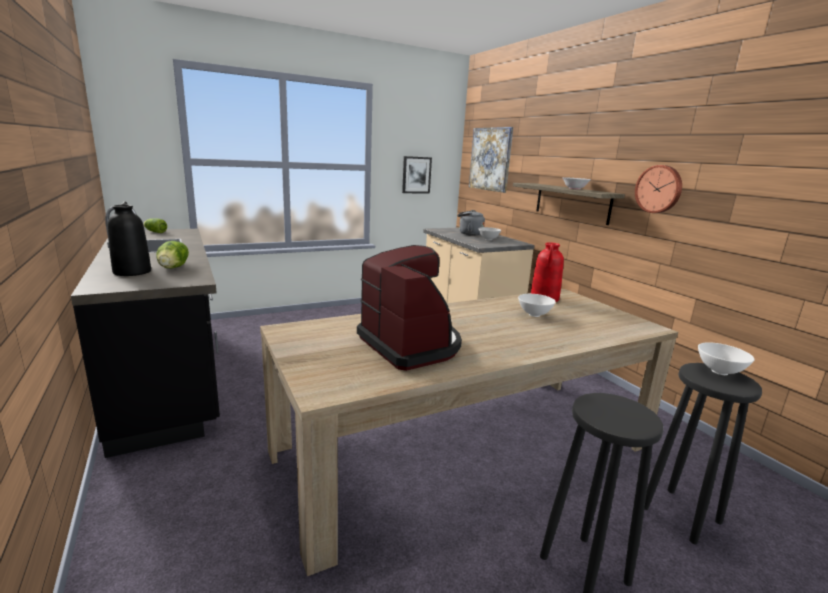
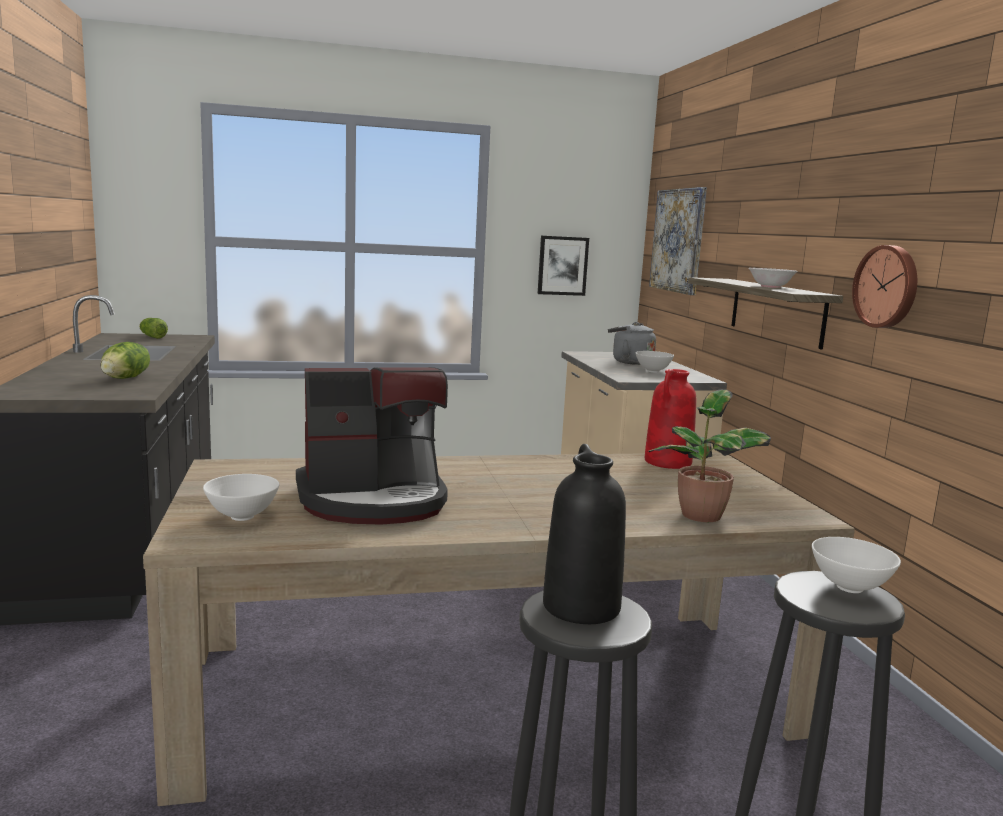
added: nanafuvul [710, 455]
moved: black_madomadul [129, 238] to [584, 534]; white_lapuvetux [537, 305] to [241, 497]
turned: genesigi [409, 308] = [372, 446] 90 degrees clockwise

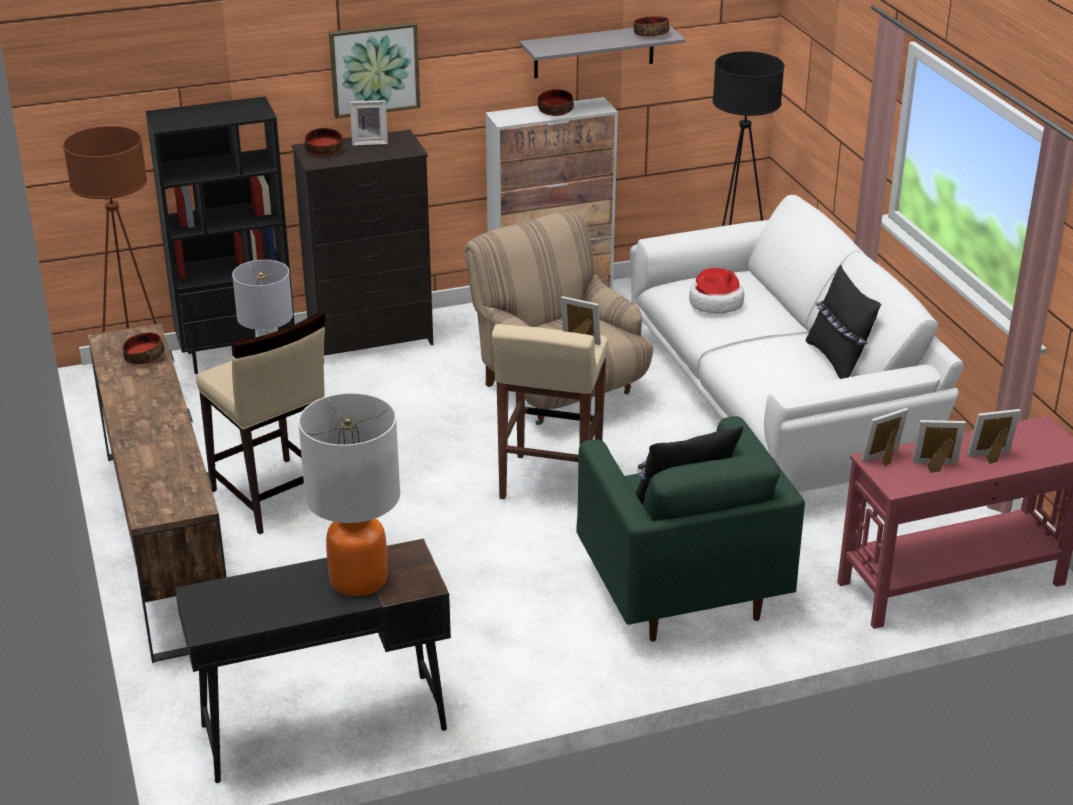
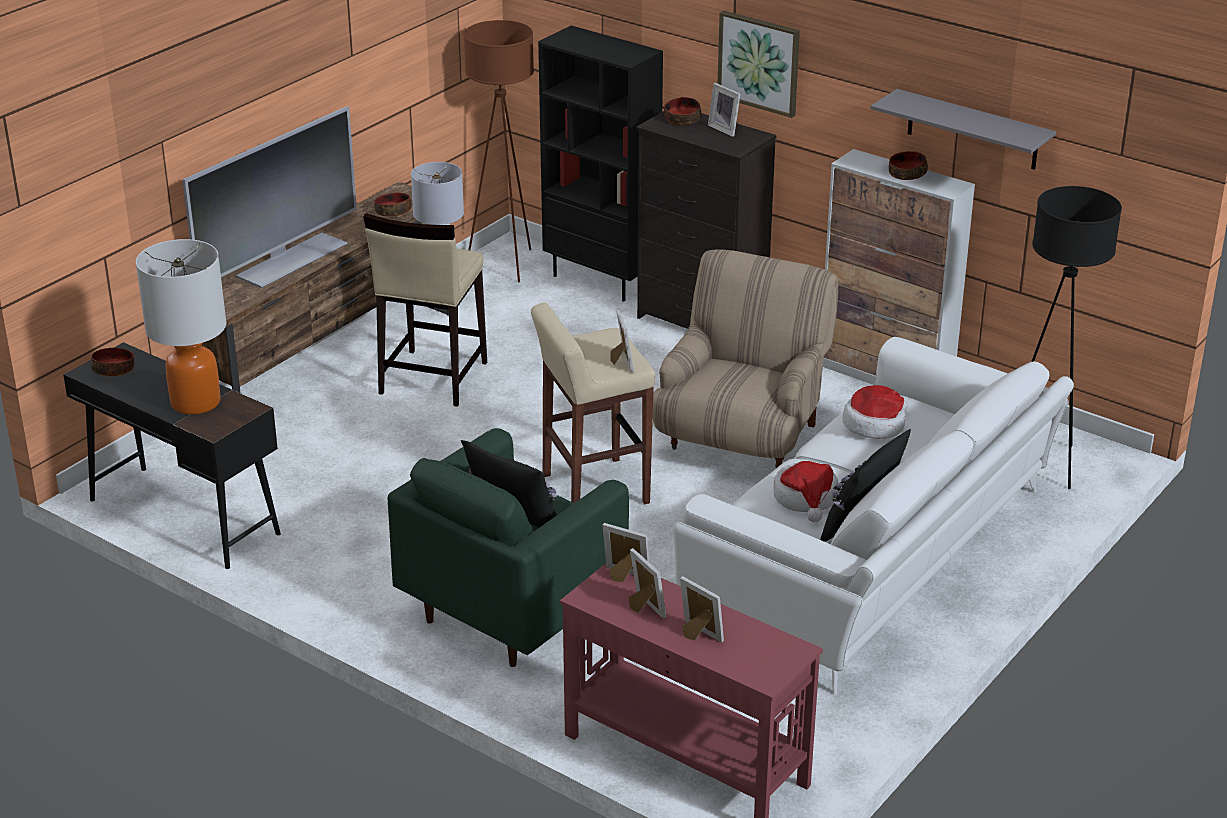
added: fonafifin [269, 197]; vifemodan [806, 491]
moved: lapuvetux [652, 26] to [113, 362]

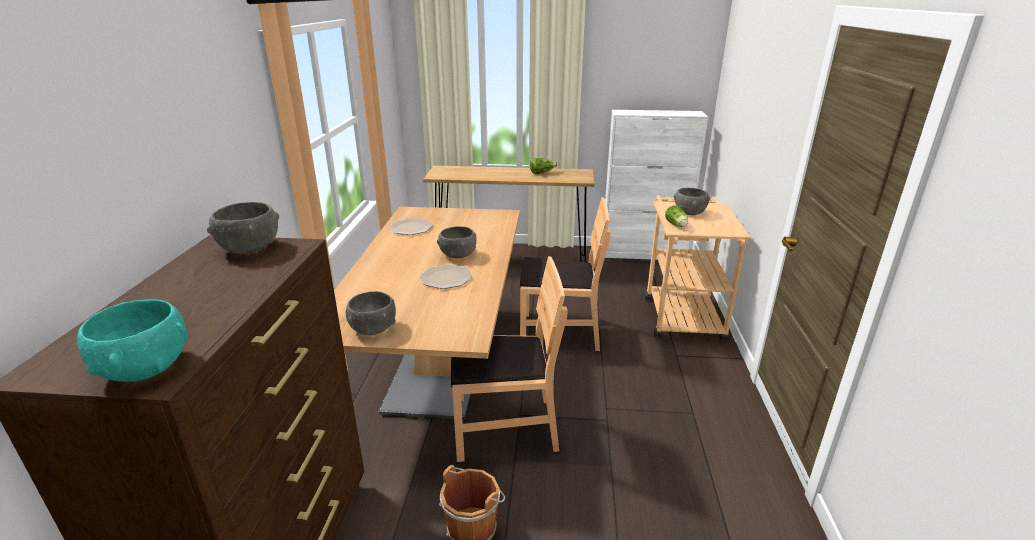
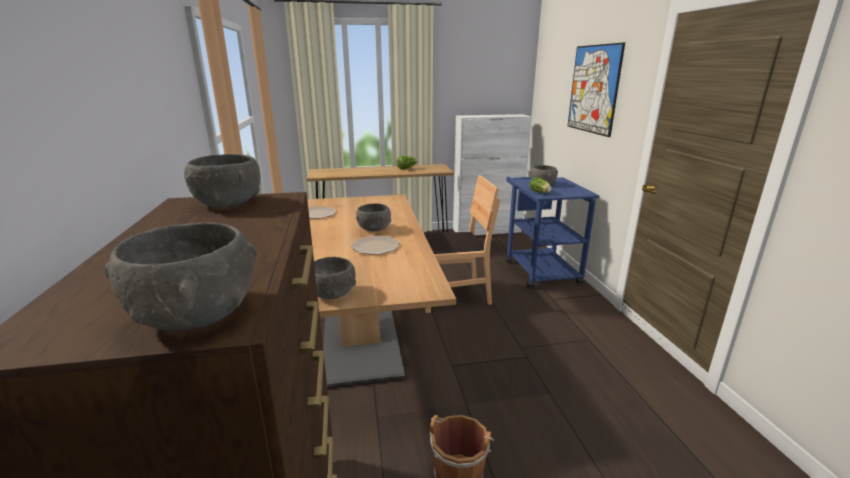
removed: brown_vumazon [509, 359]
added: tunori [596, 89]
recoloured: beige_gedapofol [698, 267] to blue_gedapofol [552, 232]; turquoise_lapuvetux [132, 340] to grey_lapuvetux [181, 277]

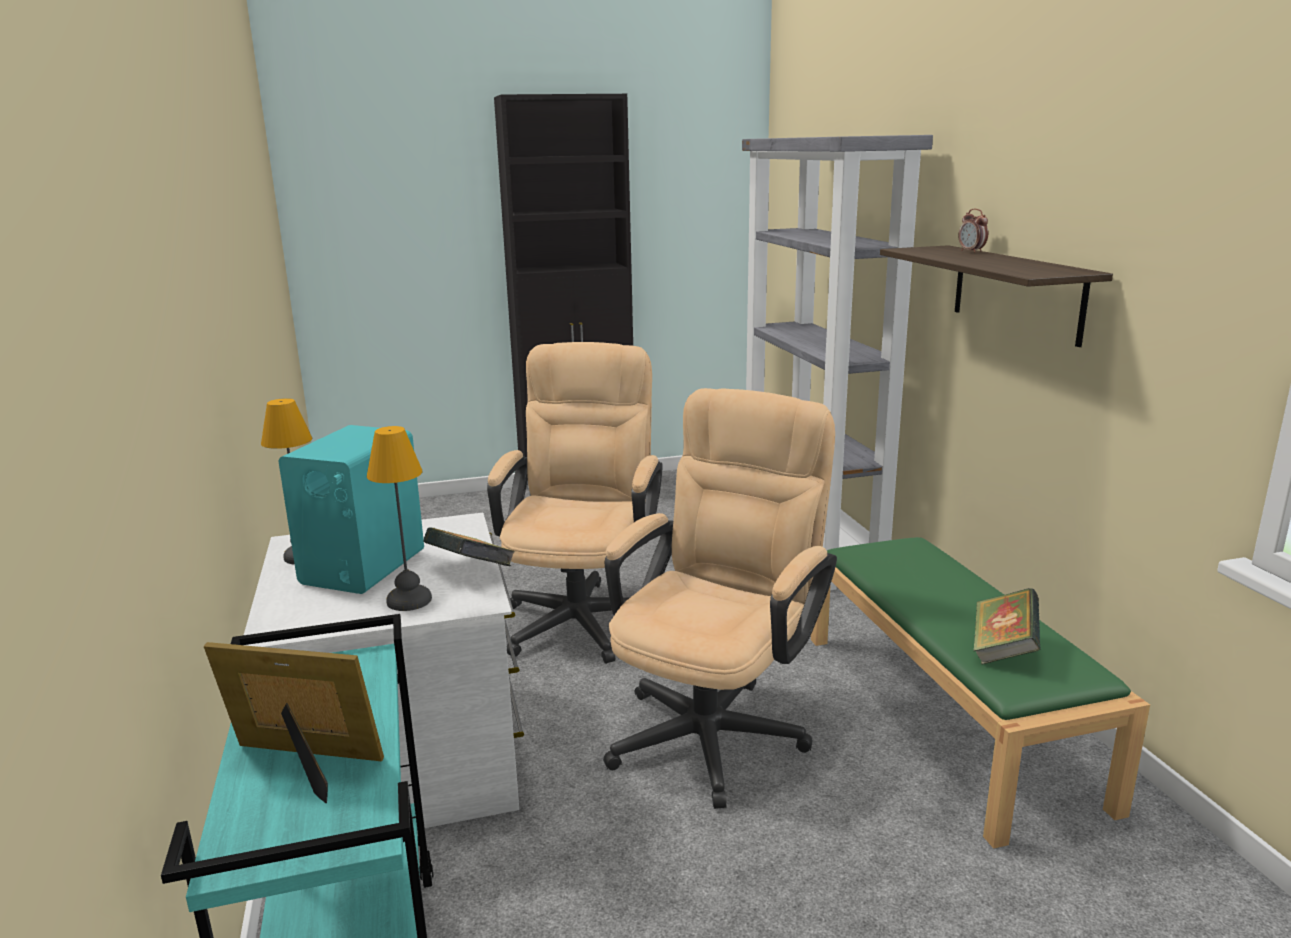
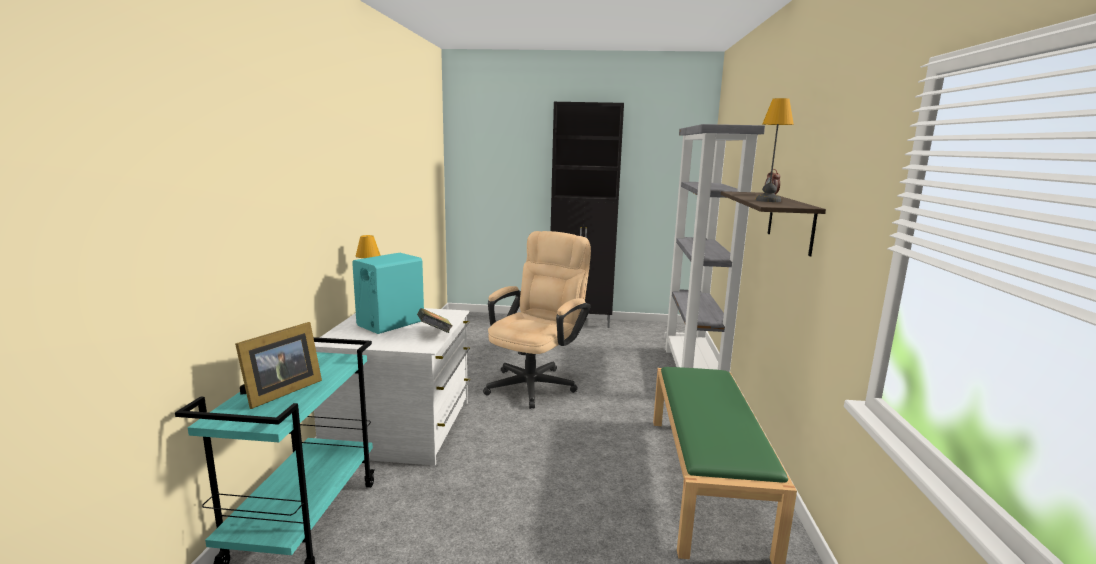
removed: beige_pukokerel [720, 598]; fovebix [1007, 626]
moved: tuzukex [399, 518] to [774, 150]
turned: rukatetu [294, 722] = [278, 365] 90 degrees clockwise

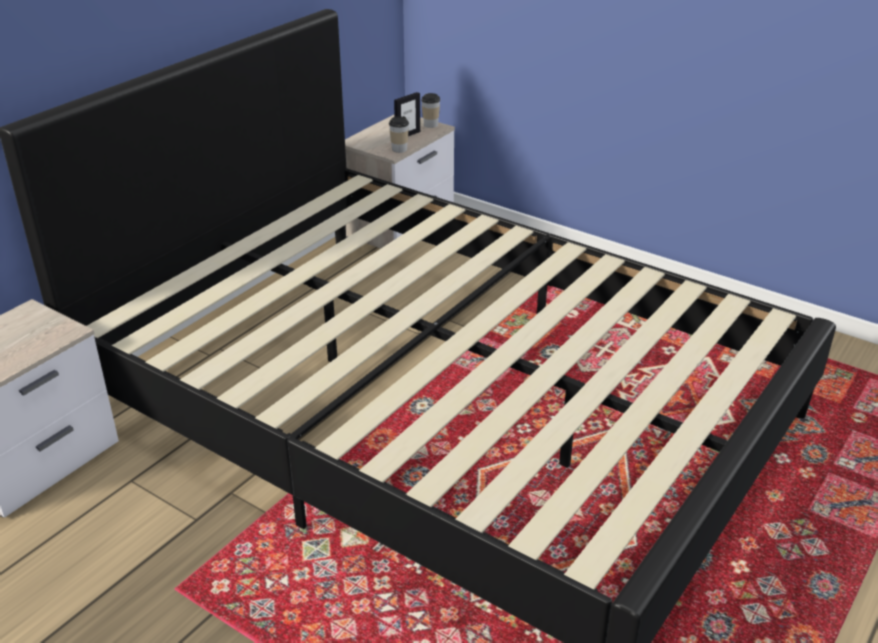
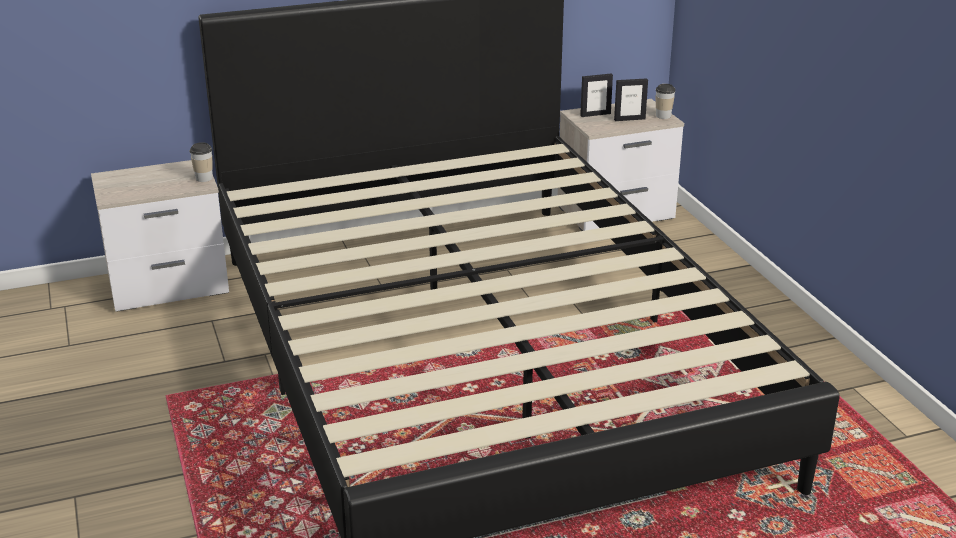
added: rukatetu [596, 95]
moved: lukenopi [399, 134] to [201, 162]

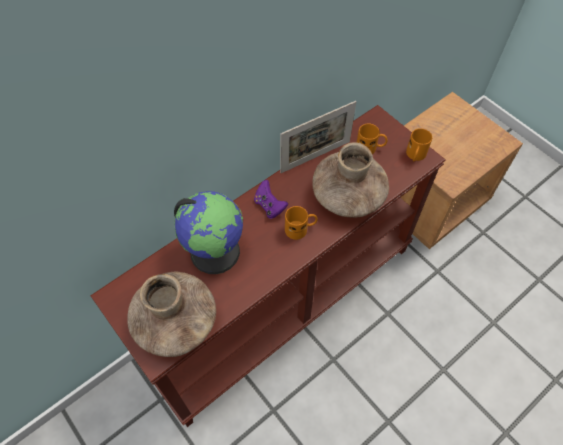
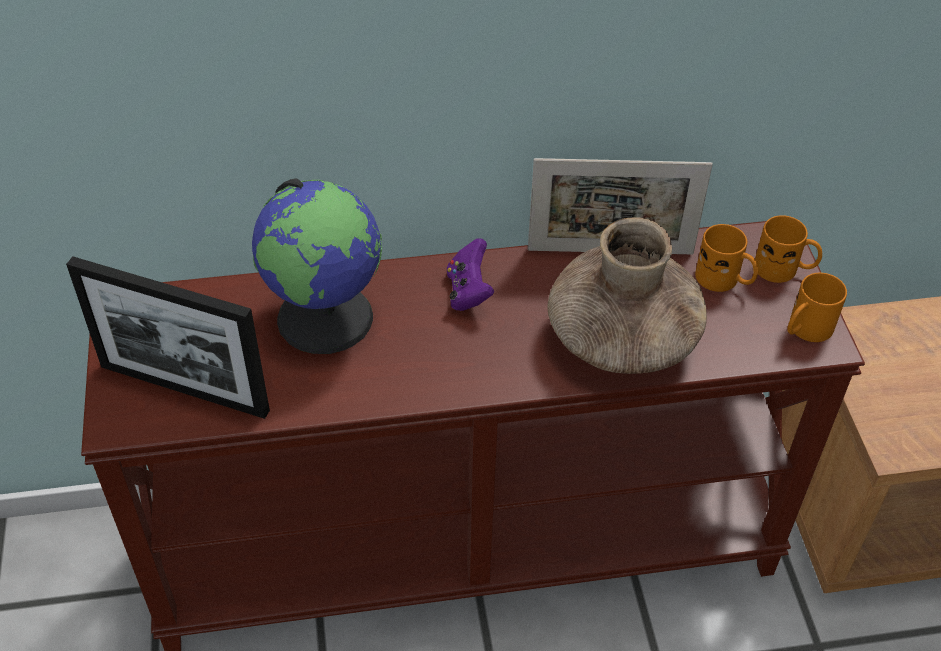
moved: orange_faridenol [301, 223] to [788, 249]
replaced: brown_madomadul [171, 314] to rukatetu [168, 337]

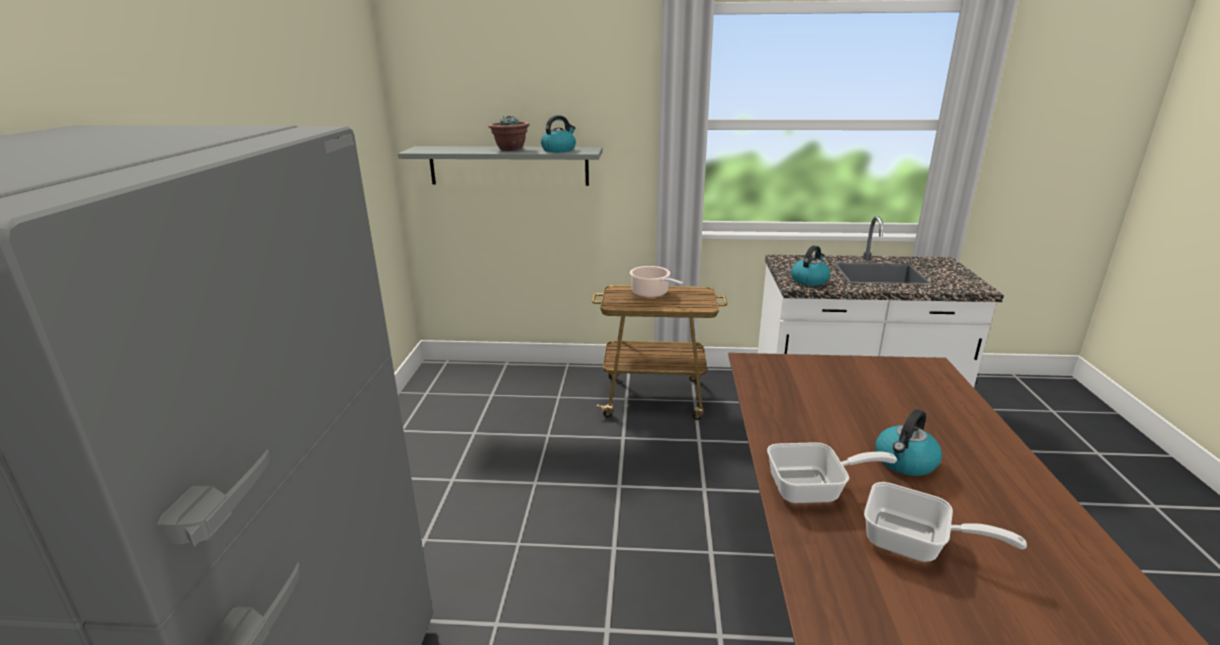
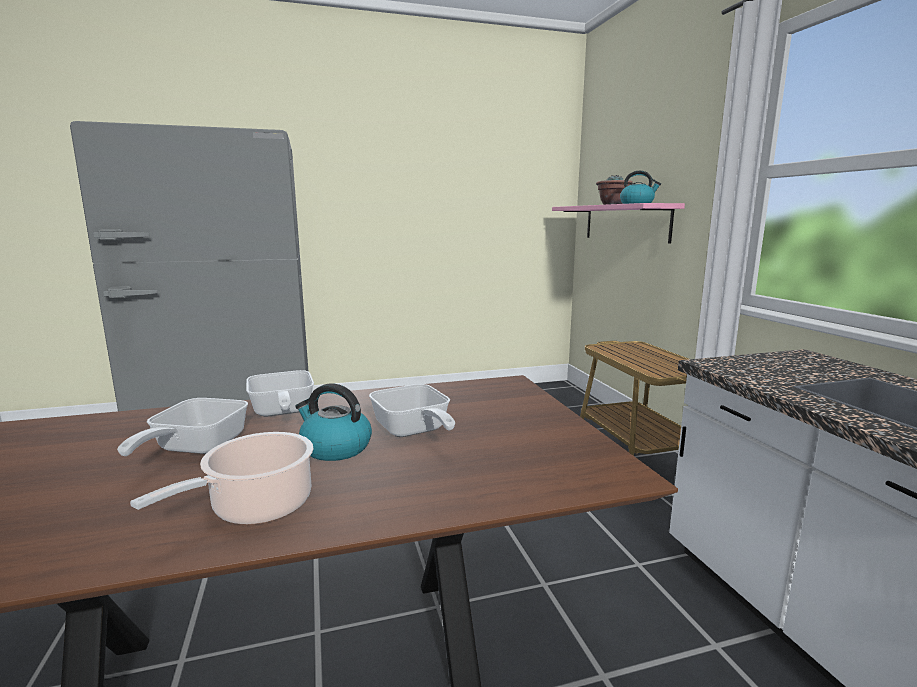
removed: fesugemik [810, 266]
added: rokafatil [412, 410]
moved: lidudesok [656, 282] to [221, 478]
recoloured: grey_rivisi [500, 166] to pink_rivisi [618, 223]

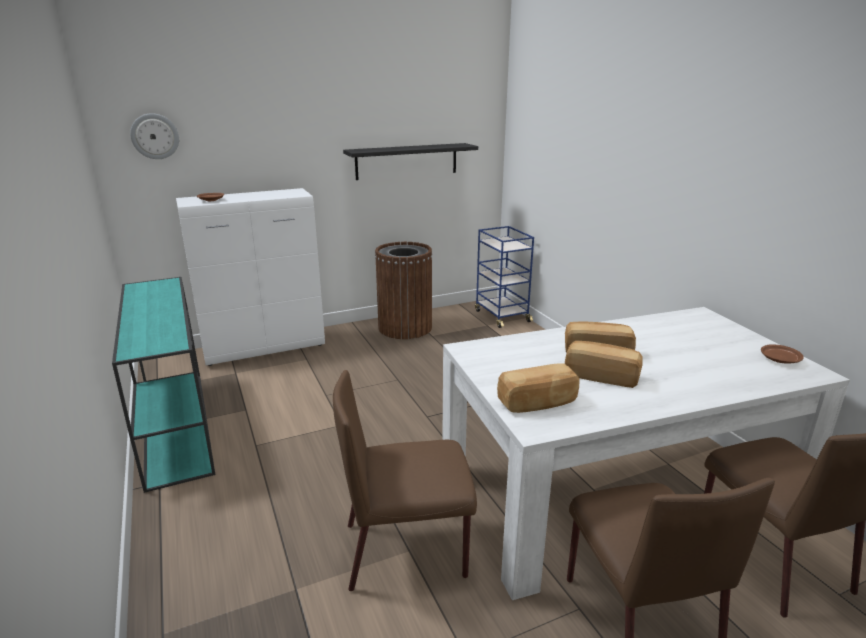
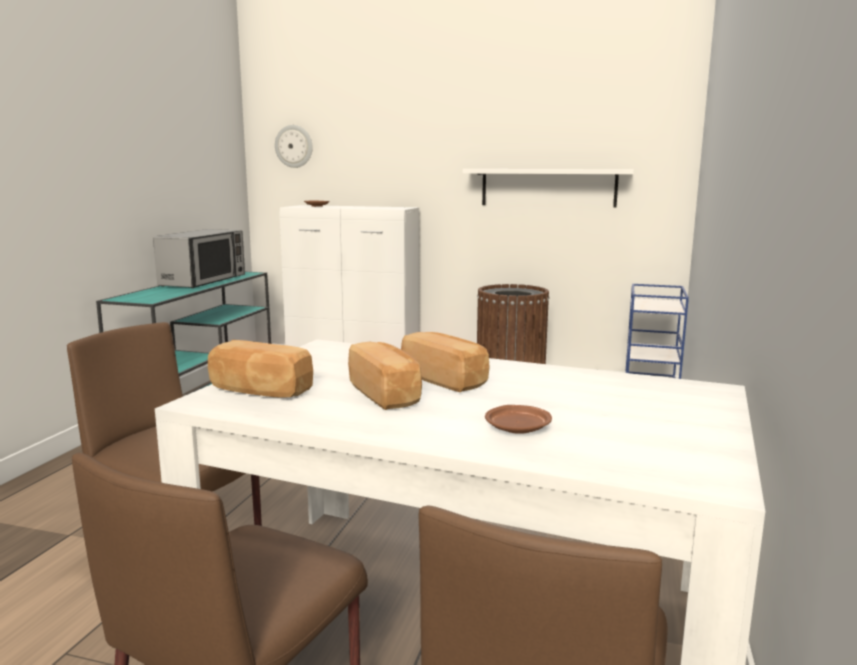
added: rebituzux [199, 258]
moved: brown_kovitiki [782, 354] to [518, 419]
recoloured: black_rivisi [410, 161] to white_rivisi [548, 188]

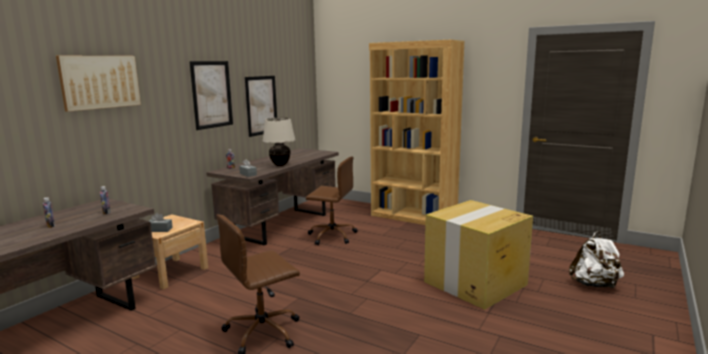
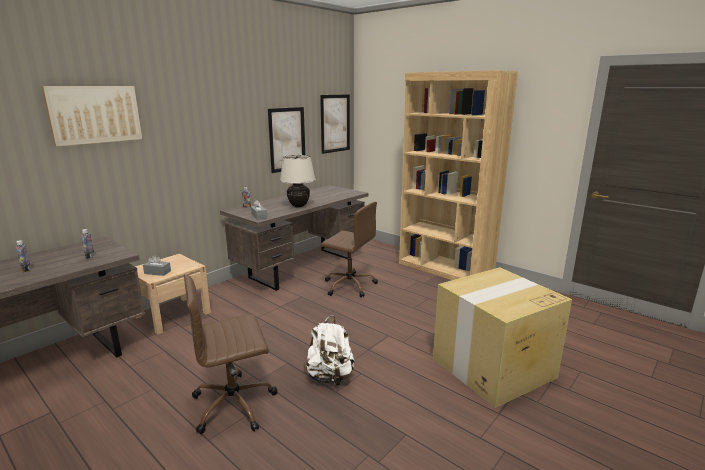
moved: tunori [211, 95] to [335, 124]; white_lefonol [596, 259] to [329, 350]

